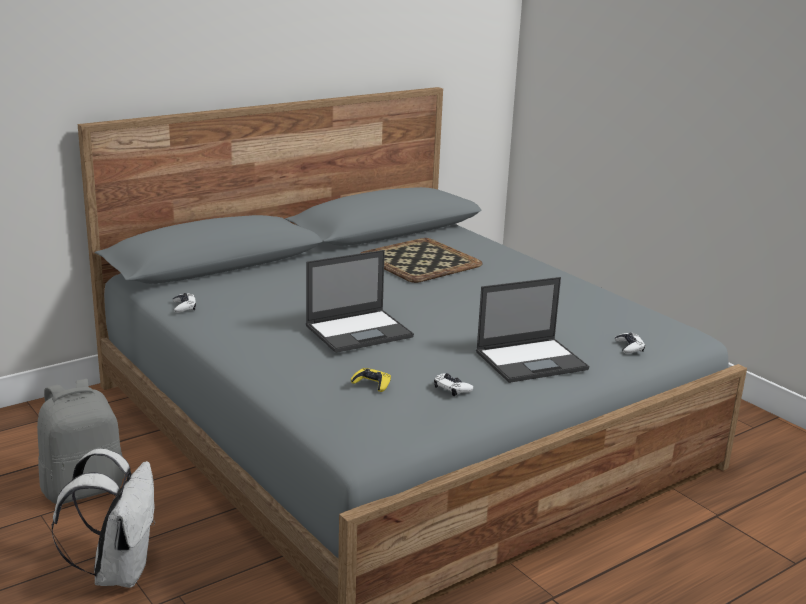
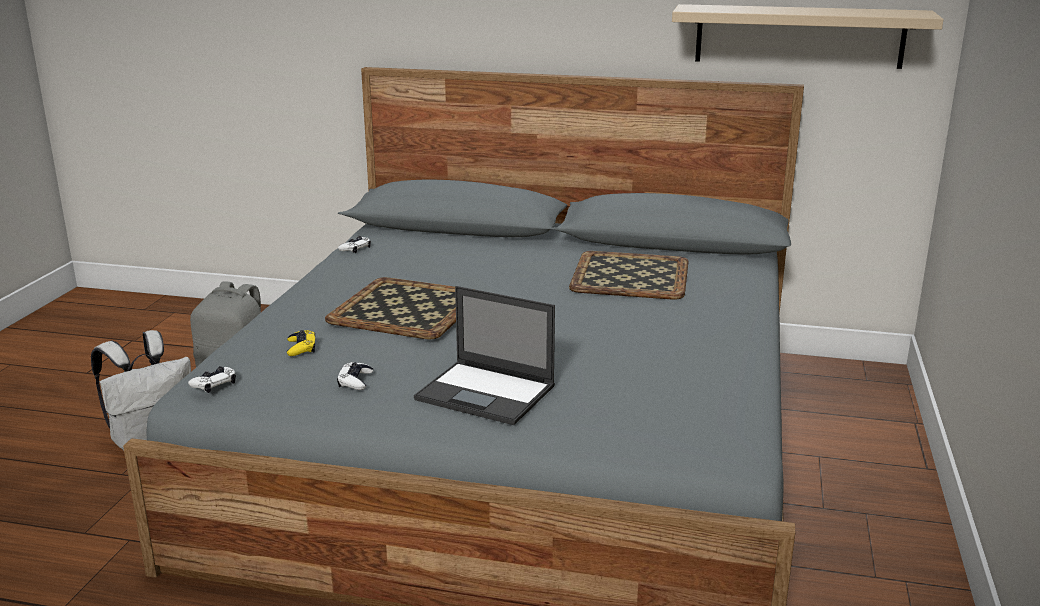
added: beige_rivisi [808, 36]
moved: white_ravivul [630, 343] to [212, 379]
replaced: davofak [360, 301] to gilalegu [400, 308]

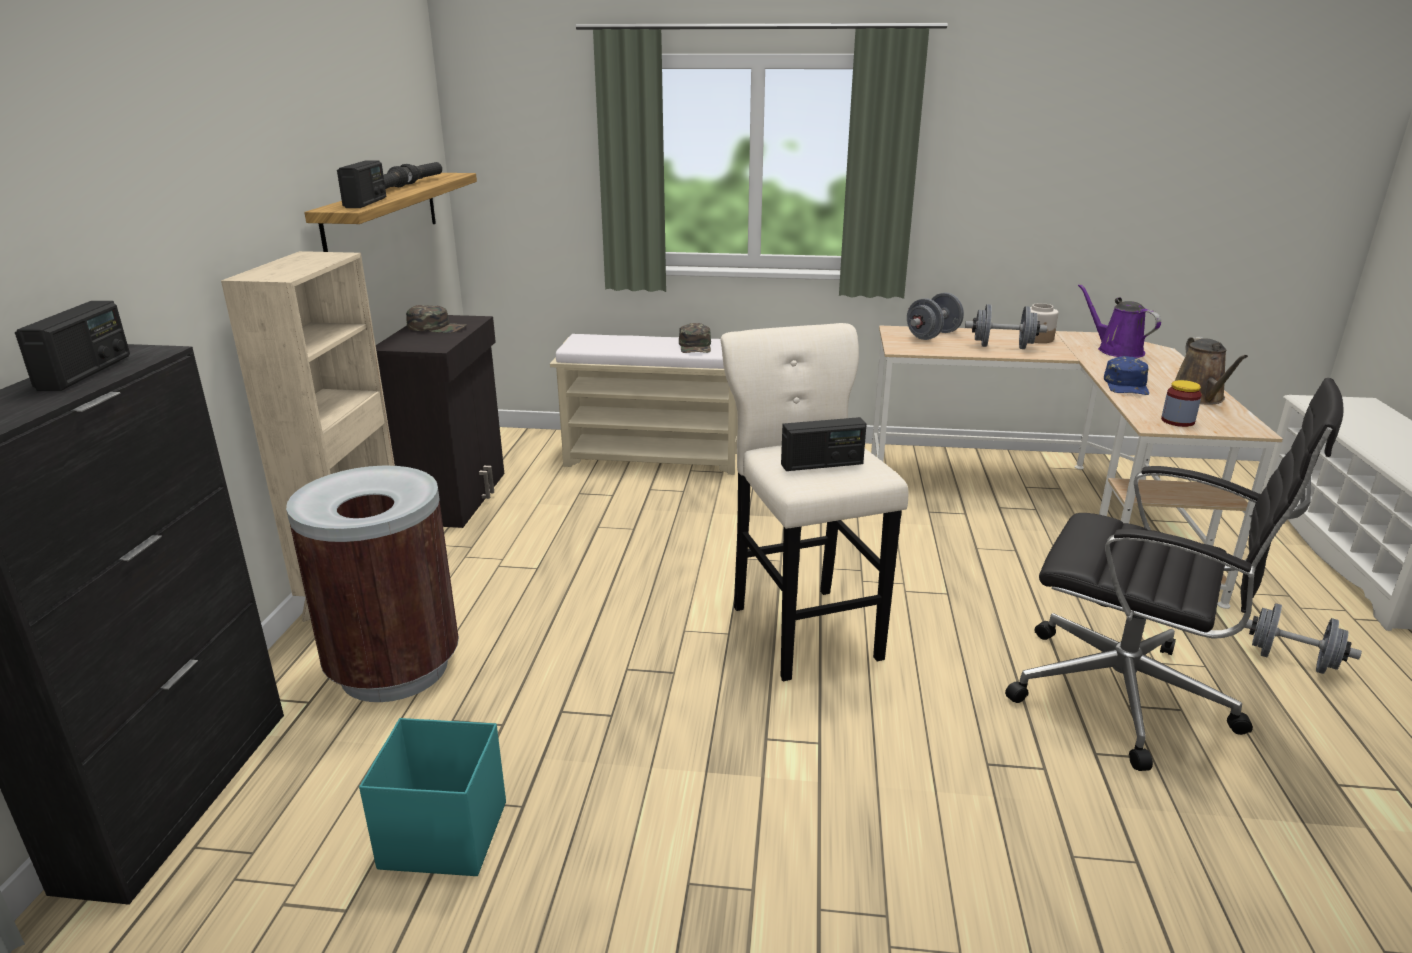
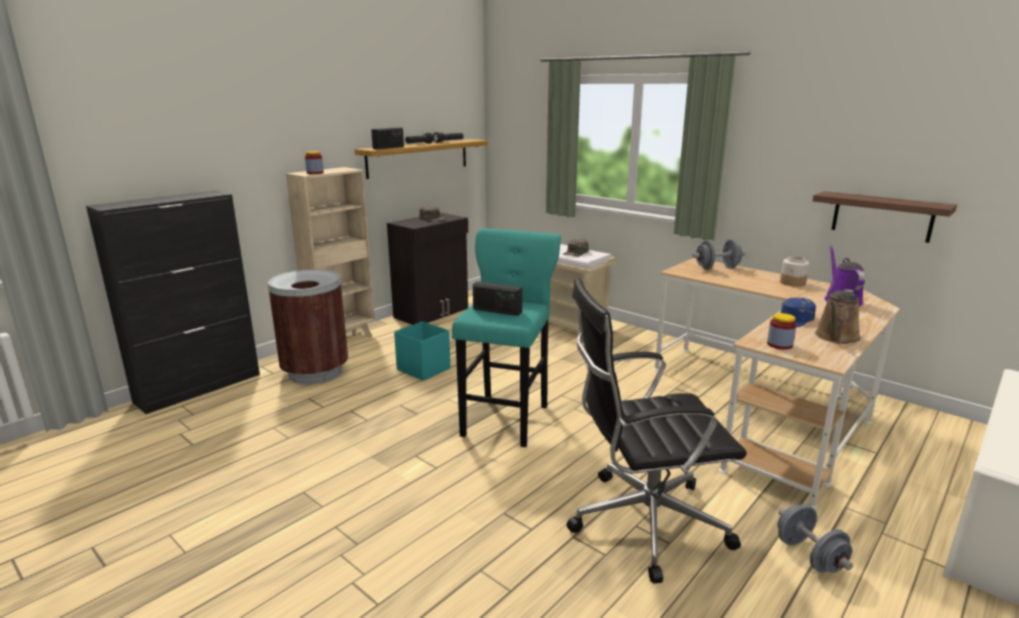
removed: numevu [72, 346]; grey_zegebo [1006, 326]
added: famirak [314, 162]; rivisi [885, 217]
moved: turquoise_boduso [432, 797] to [422, 351]
recoloured: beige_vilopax [814, 502] to turquoise_vilopax [506, 337]
turned: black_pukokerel [1174, 574] = [657, 431] 105 degrees clockwise

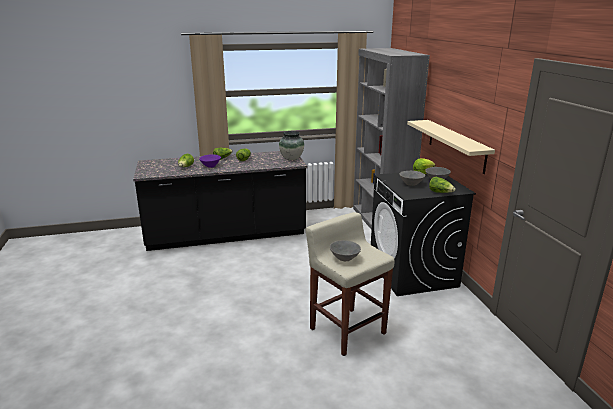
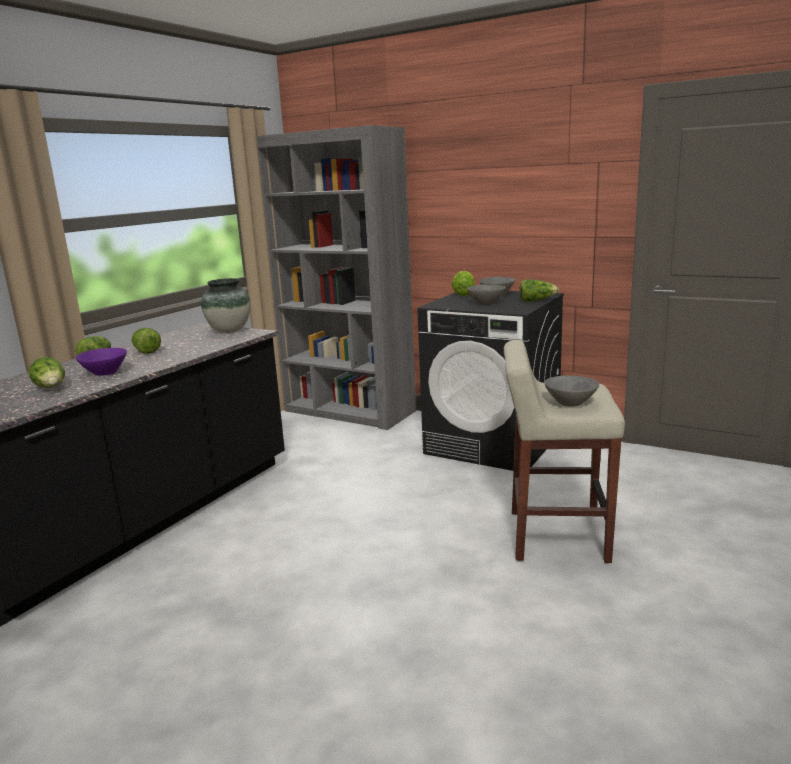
removed: beige_rivisi [451, 147]

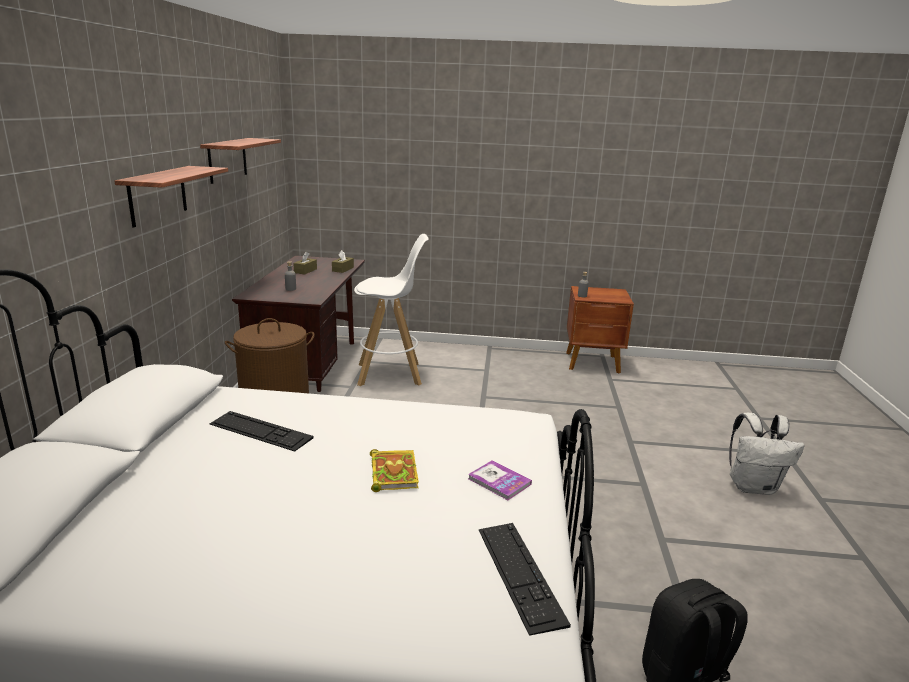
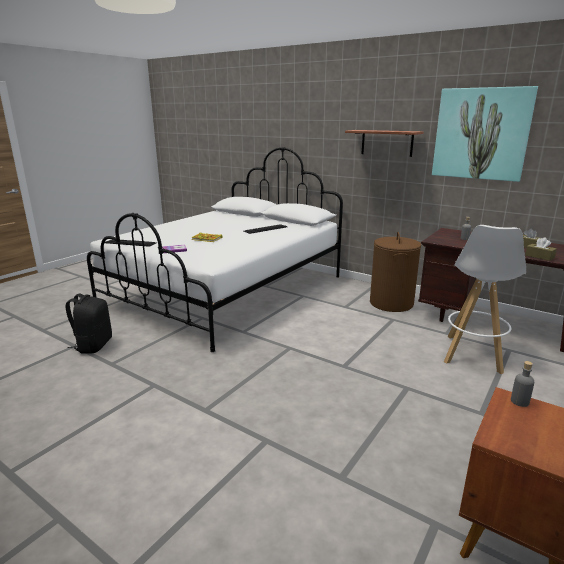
removed: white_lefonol [766, 454]
replaced: rivisi [240, 161] to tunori [485, 134]

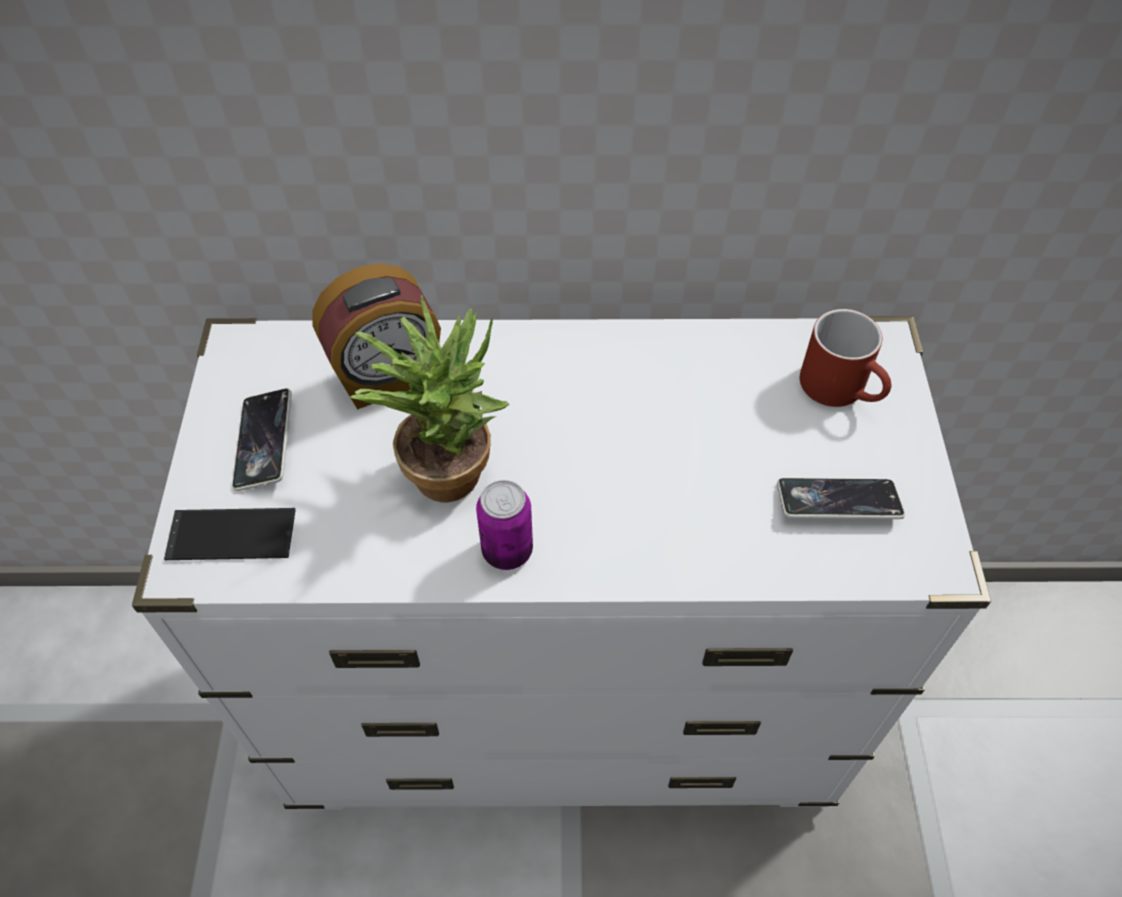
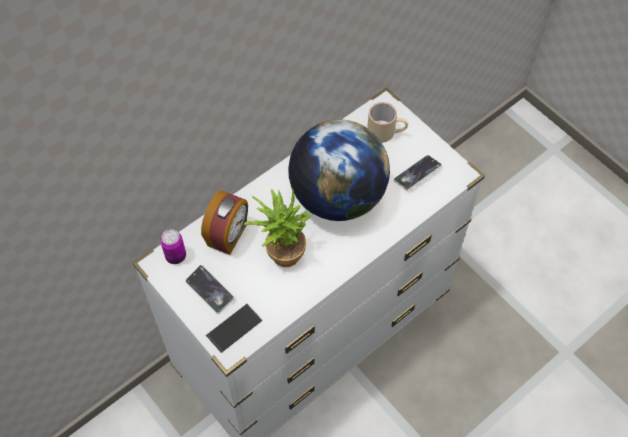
added: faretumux [339, 170]
moved: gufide [504, 525] to [173, 246]
recoloured: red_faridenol [845, 358] to beige_faridenol [387, 122]

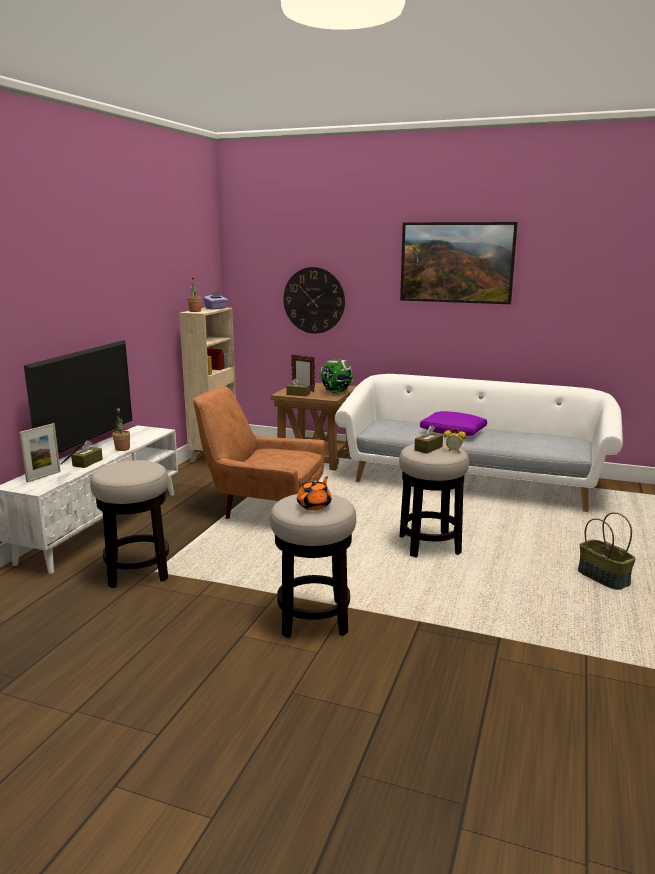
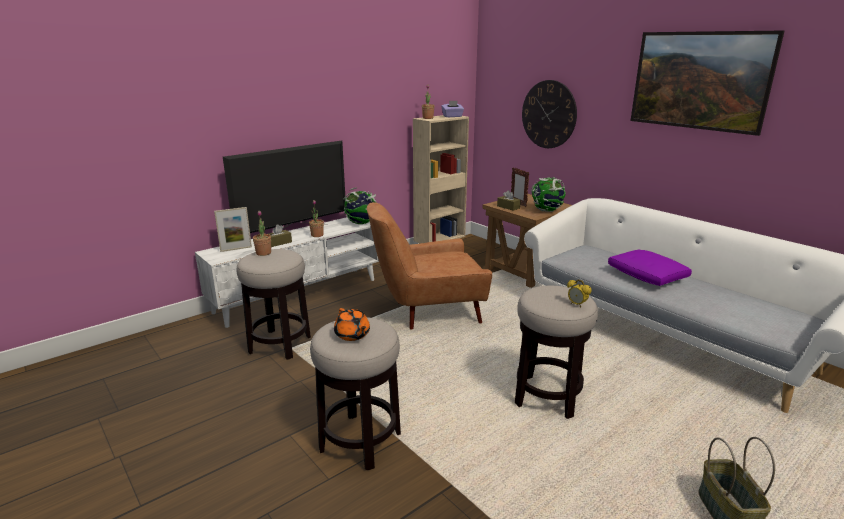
removed: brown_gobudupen [428, 439]
added: faretumux [359, 206]; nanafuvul [262, 233]
turned: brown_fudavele [259, 452] = [429, 266] 60 degrees counterclockwise; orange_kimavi [314, 493] = [352, 324] 90 degrees clockwise

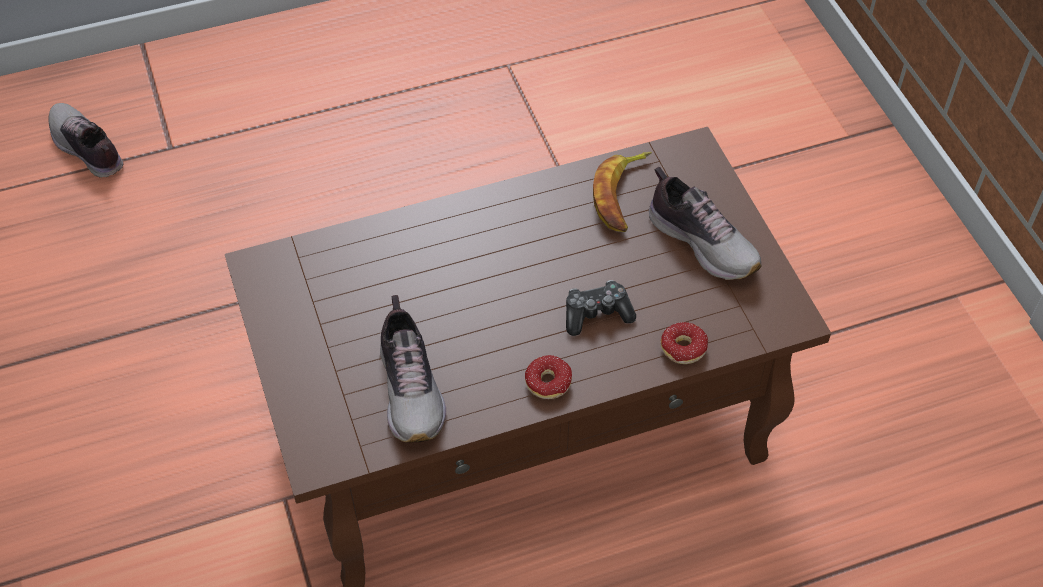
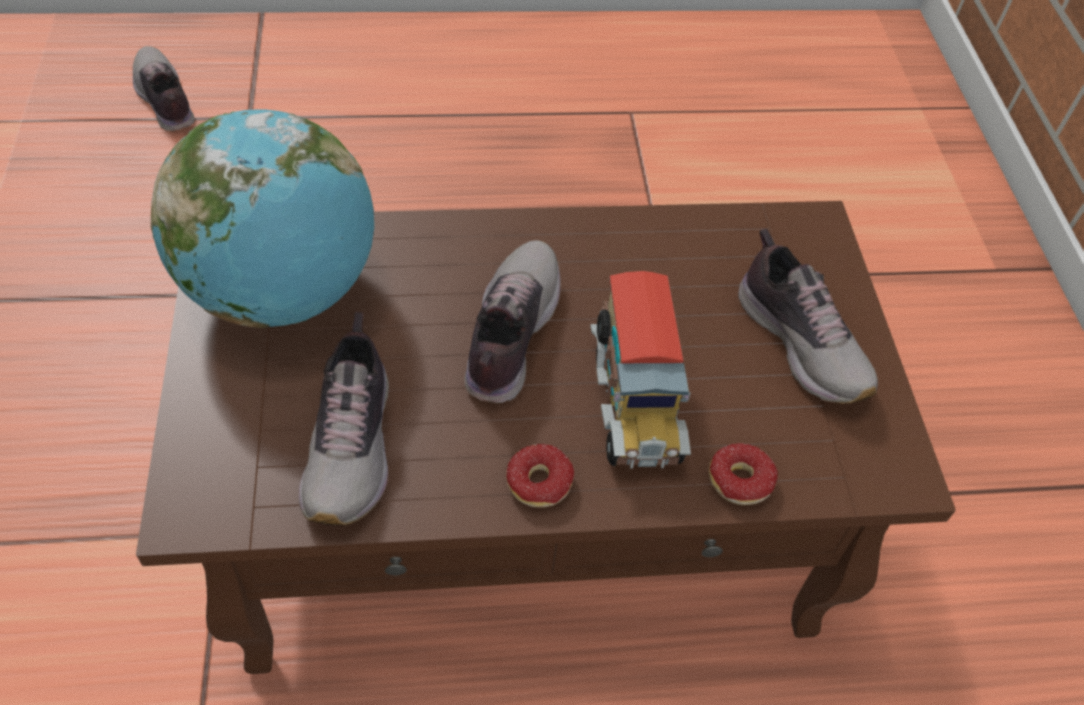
removed: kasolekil [622, 192]
added: faretumux [262, 218]; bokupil [512, 321]
replaced: ravivul [601, 308] to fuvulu [640, 370]

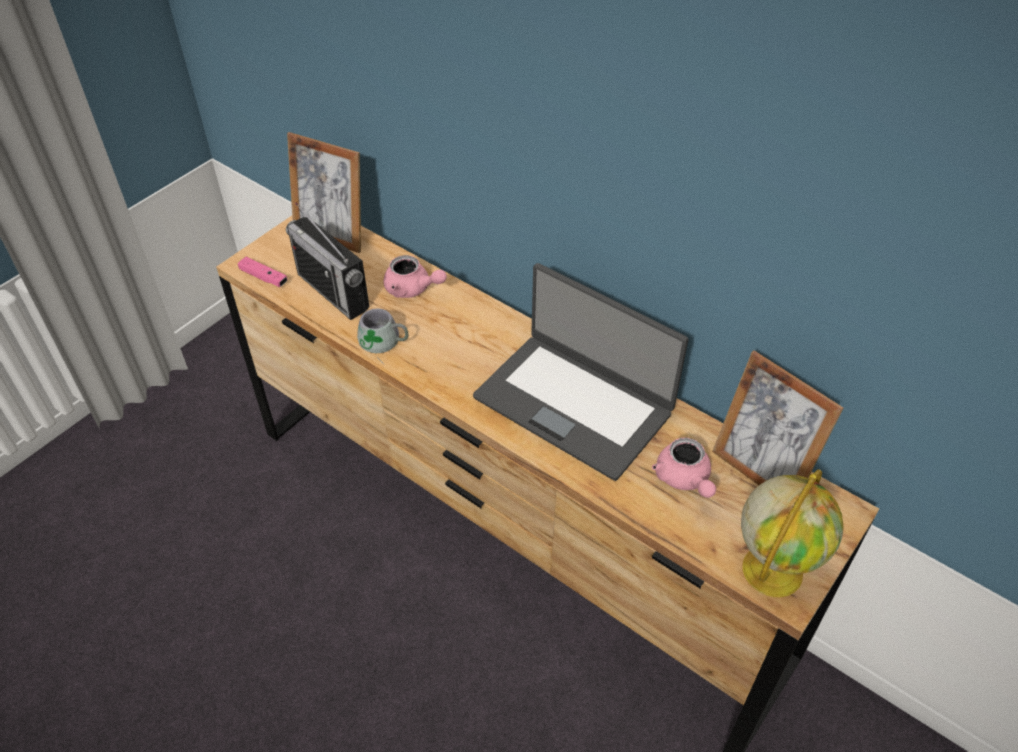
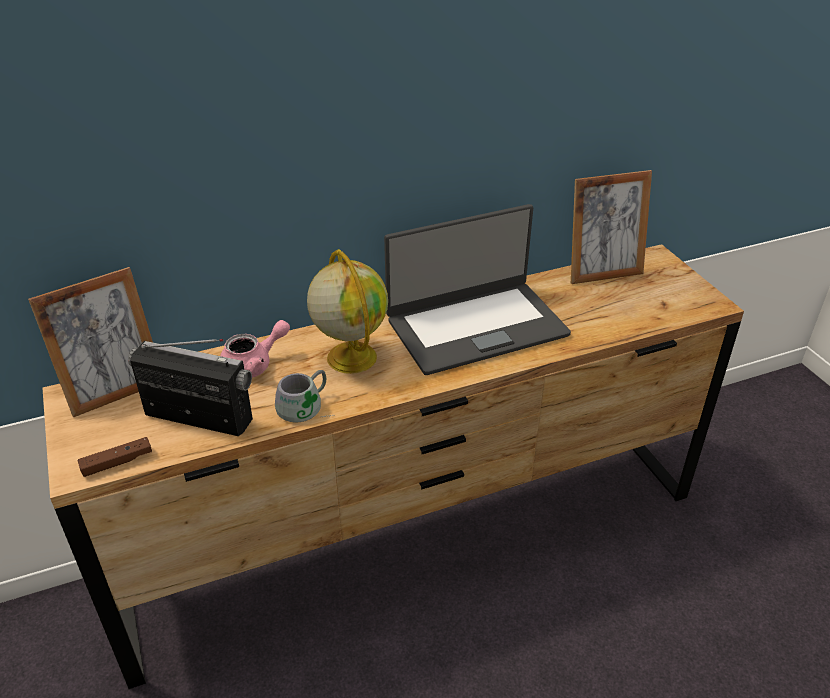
removed: pink_kimavi [684, 468]
moved: faretumux [792, 533] to [347, 311]
recoloured: pink_ravivul [263, 272] to brown_ravivul [115, 457]
turned: numevu [327, 261] = [190, 387] 150 degrees counterclockwise

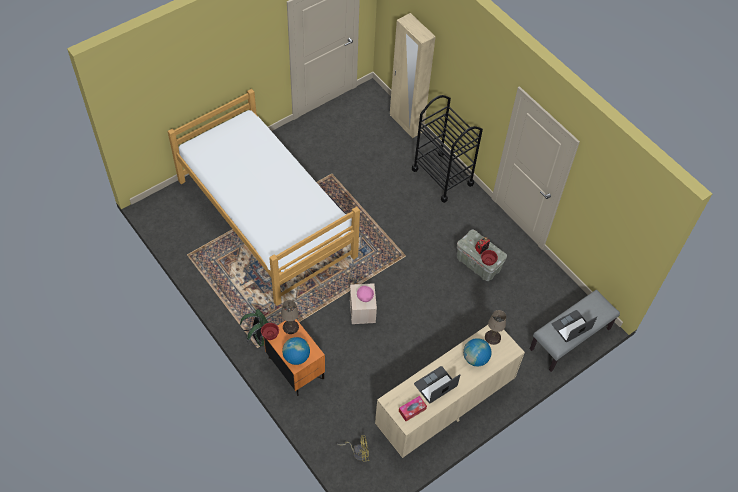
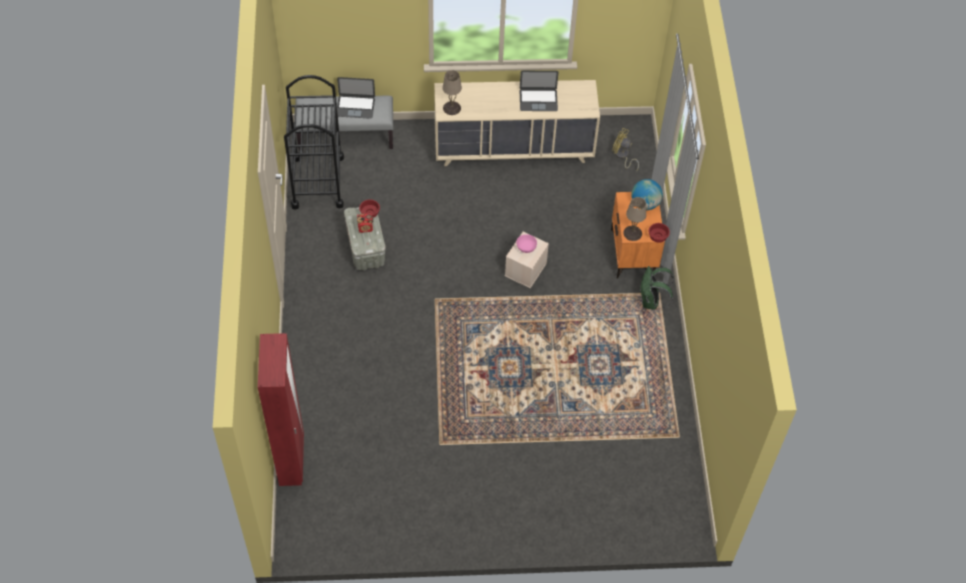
removed: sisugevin [264, 197]; faretumux [477, 352]; gobudupen [413, 408]
moved: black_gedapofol [447, 149] to [314, 142]
recoloured: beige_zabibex [413, 75] to red_zabibex [281, 409]

